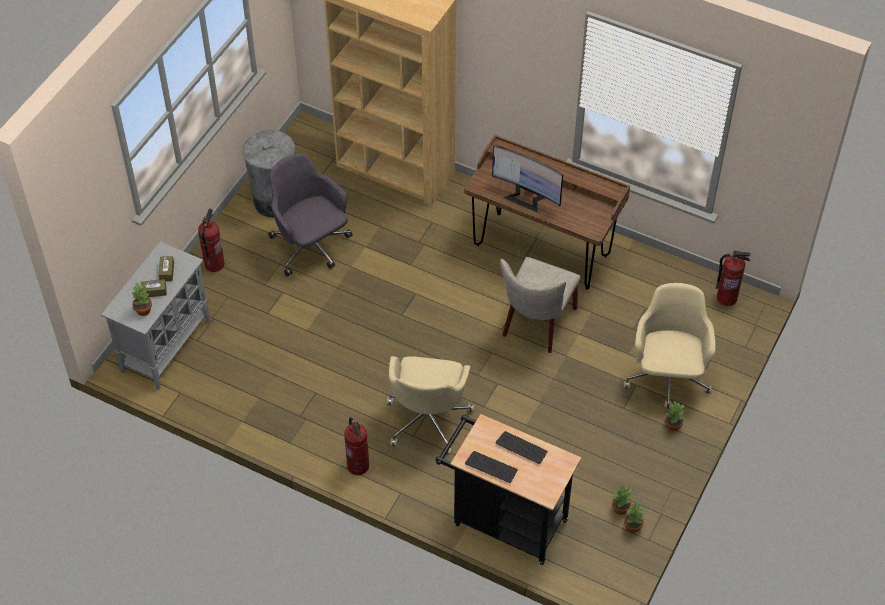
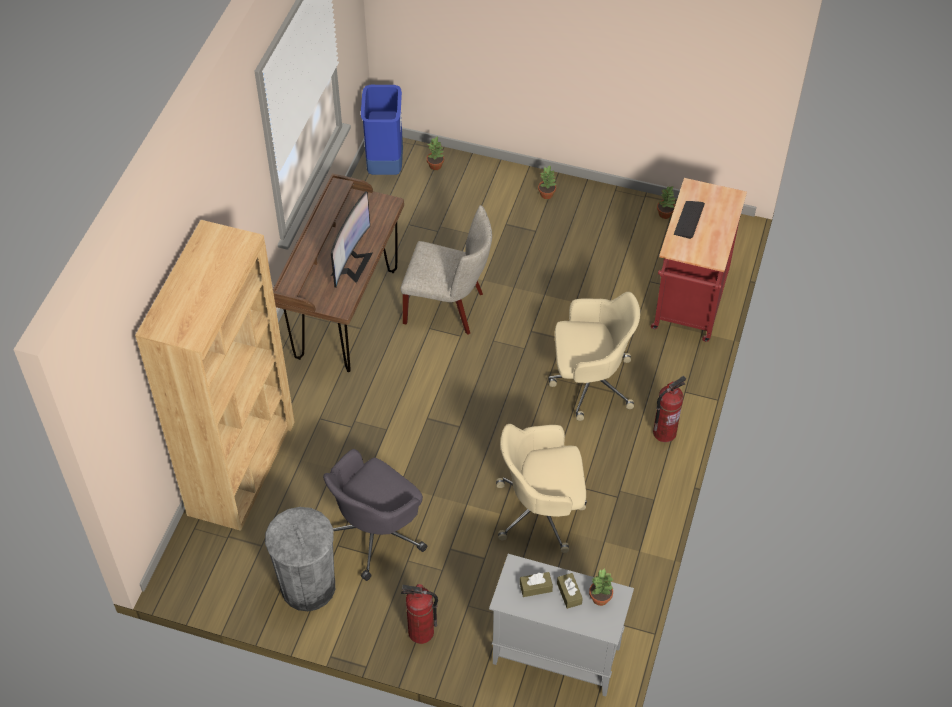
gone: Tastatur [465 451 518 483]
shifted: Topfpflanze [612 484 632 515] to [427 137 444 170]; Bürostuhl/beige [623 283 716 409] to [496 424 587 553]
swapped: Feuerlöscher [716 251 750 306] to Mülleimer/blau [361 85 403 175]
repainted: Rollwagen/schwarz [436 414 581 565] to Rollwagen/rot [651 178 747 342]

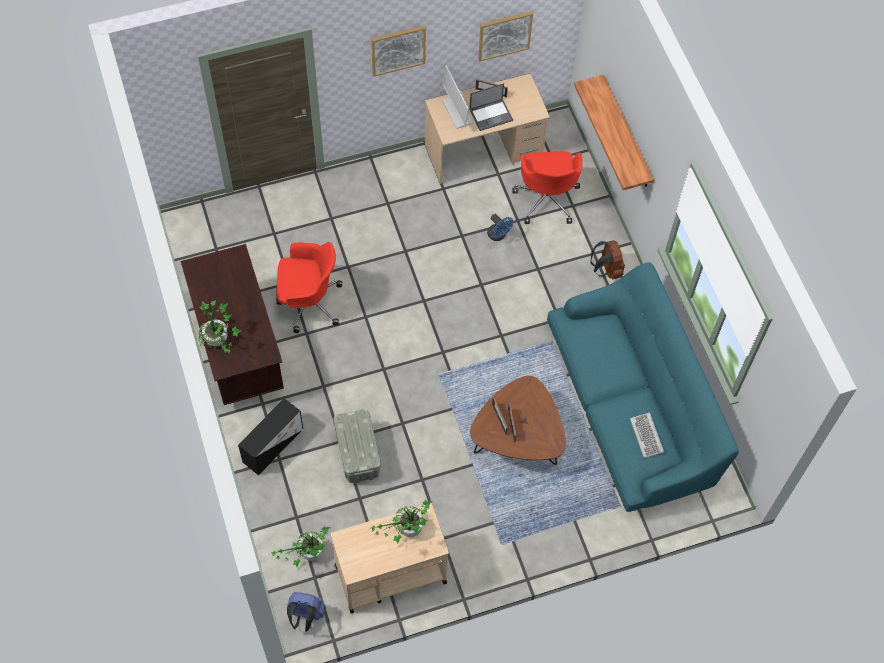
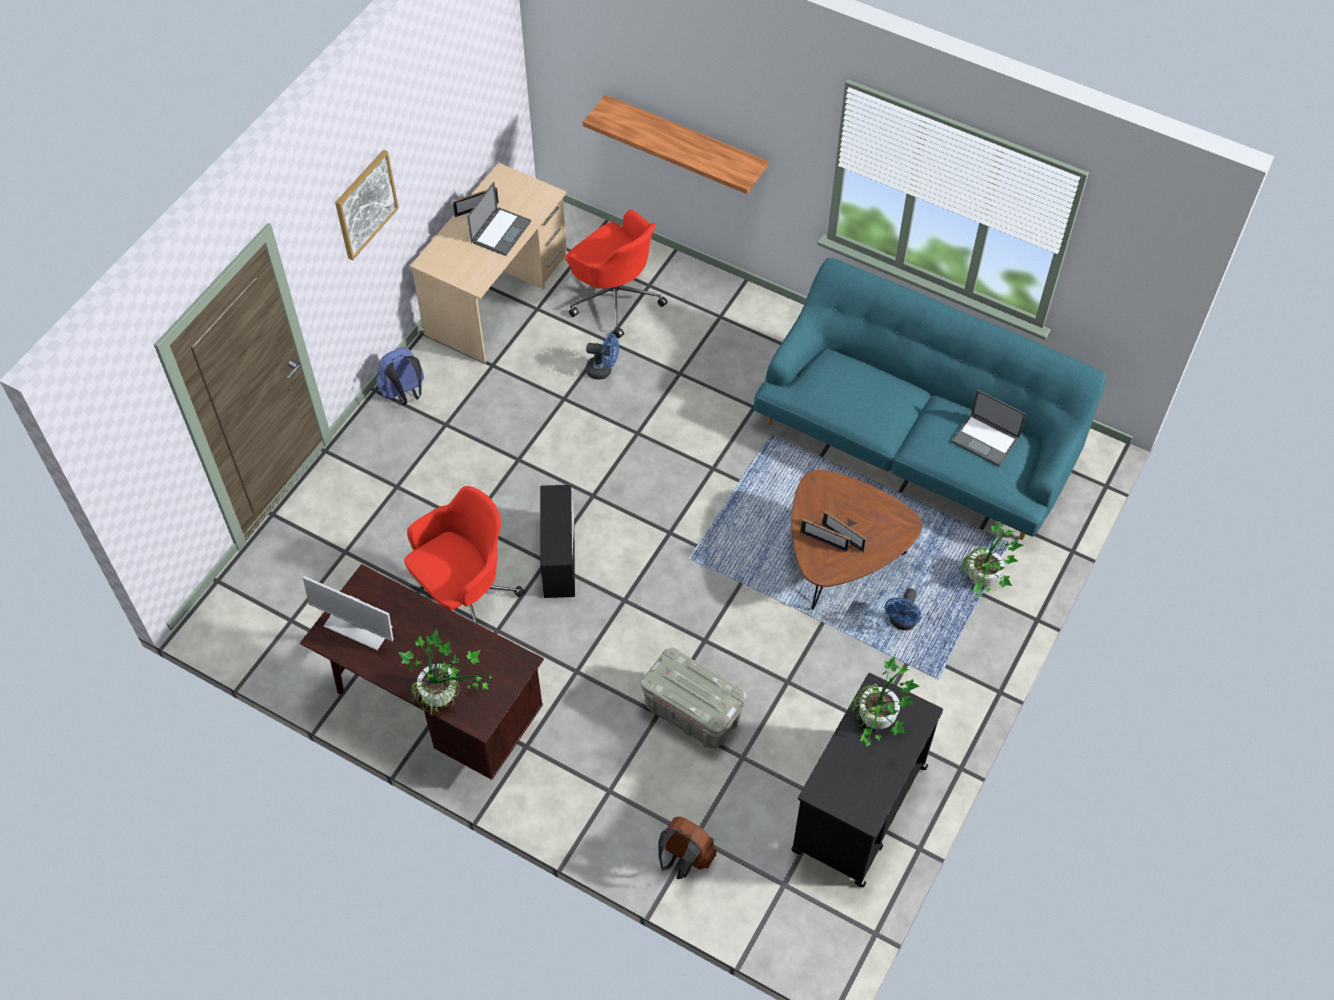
gone: Bild [478 11 533 62]
new: Ventilator/blau [885 588 922 630]
shifted: Aufbewahrungsbox/schwarz [238 398 303 475] to [540 485 575 598]; Topfpflanze [271 525 330 567] to [959 521 1024 598]; Rucksack/blau [287 592 326 632] to [376 348 424 405]; Monitor [443 65 473 129] to [303 576 394 650]; Rucksack/braun [590 241 625 279] to [658 817 717 879]
swapped: Tastatur [630 413 664 458] to Laptop [951 390 1026 467]
repainted: Rollwagen/beige [330 503 449 613] to Rollwagen/schwarz [791 673 943 887]

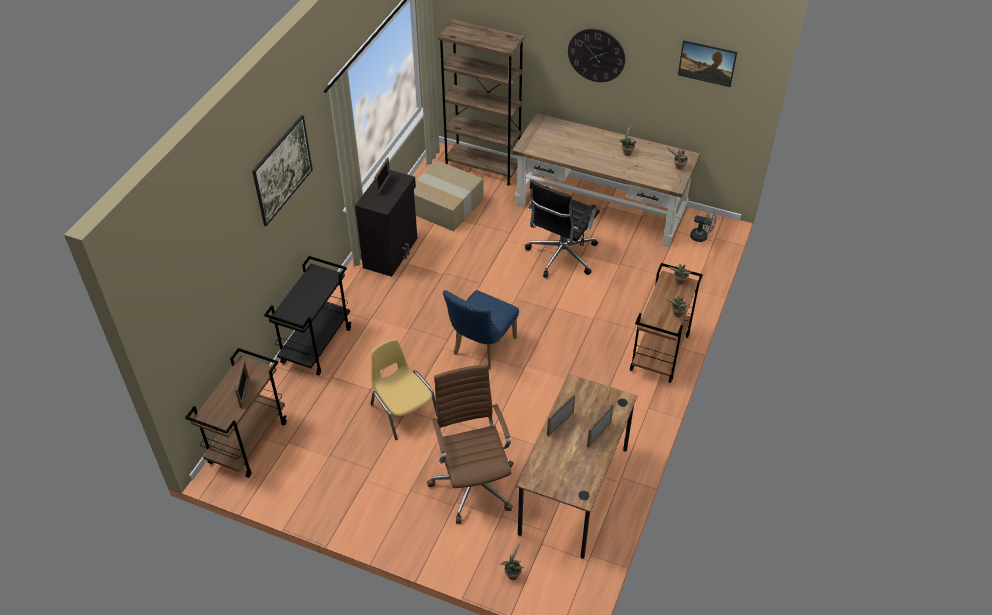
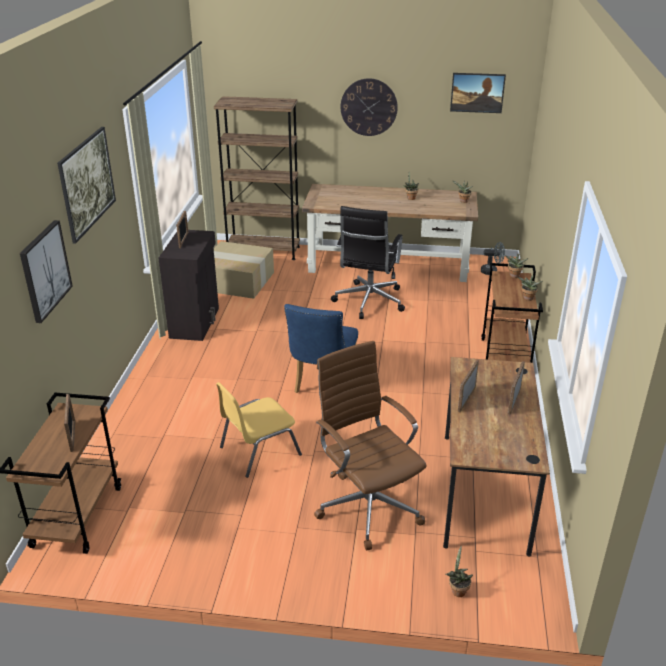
gone: Rollwagen/schwarz [264 256 352 375]
new: Bild [20 220 73 323]
rotated: Stuhl/gelb [371 339 437 440] = [216 382 302 478] 75 degrees counterclockwise

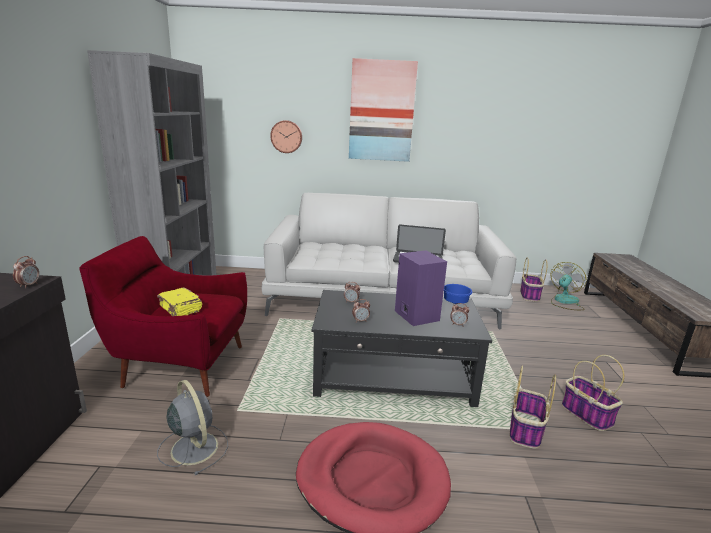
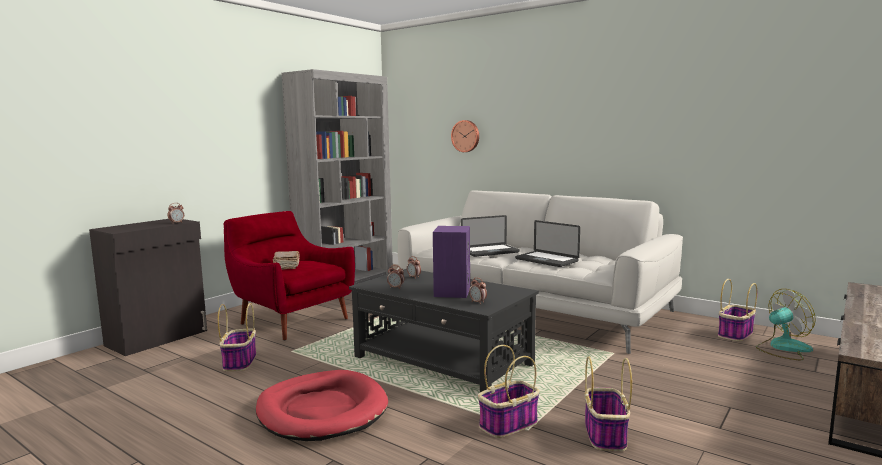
gone: Bild [349 58 418 162]; Schüssel/blau [444 284 472 304]
new: Laptop [461 215 520 257]
swapped: Ventilator/grau [157 380 228 475] to Korb [218 303 256 371]
repainted: Buch/gelb [157 287 202 316] to Buch/braun [273 251 300 270]

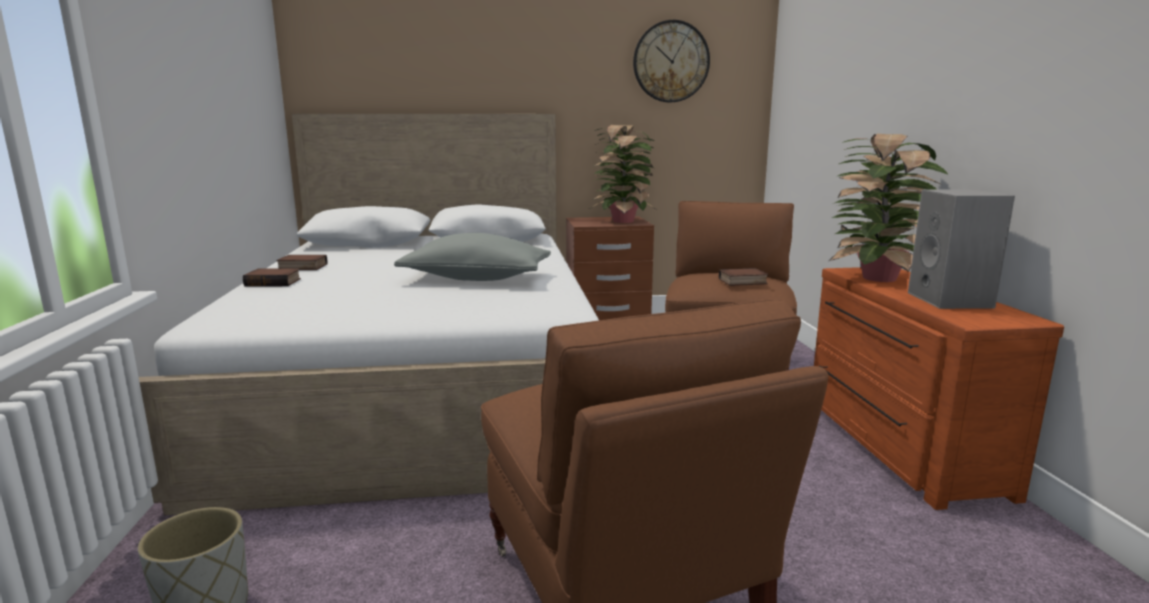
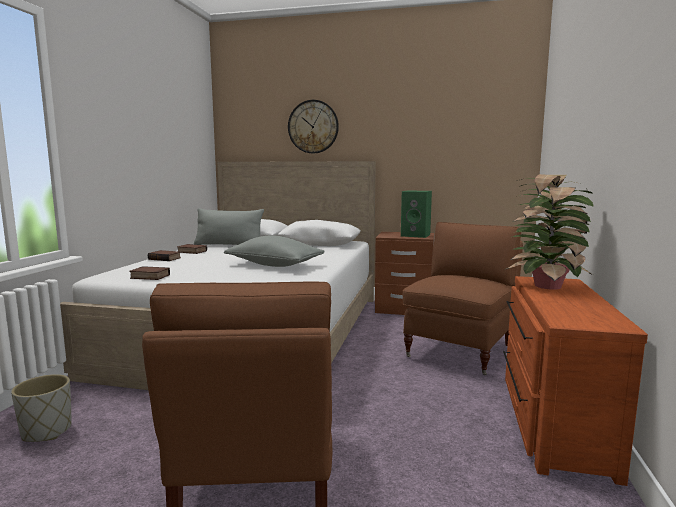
gone: Lautsprecher/grau [908 189 1015 309]
new: Kissen/grau [194 208 264 245]
shifted: Wanduhr [633 20 710 103] to [288 100 339 154]; Buch [719 268 768 286] to [129 266 170 280]
swapped: Topfpflanze [589 125 658 223] to Lautsprecher/grün [401 190 432 238]

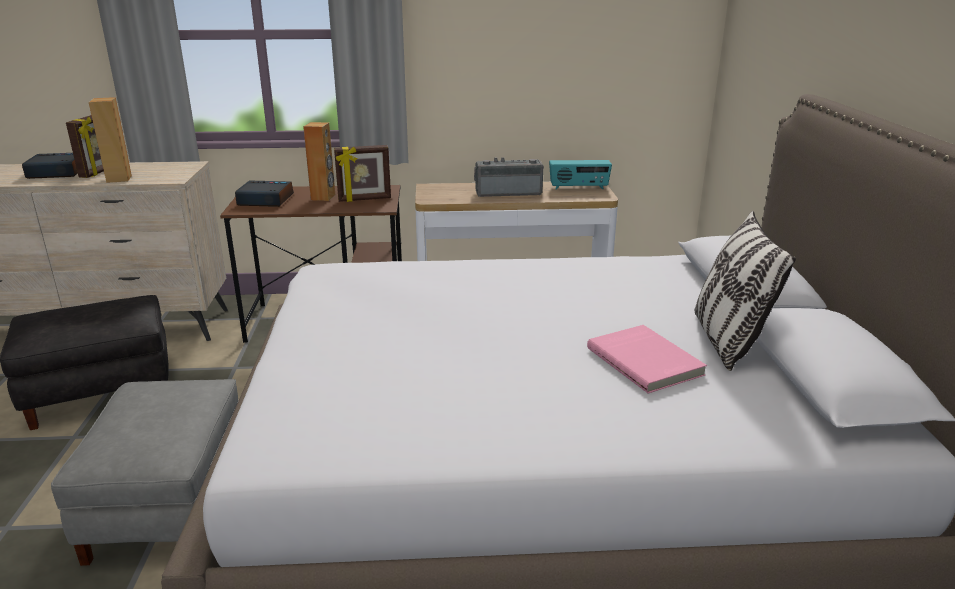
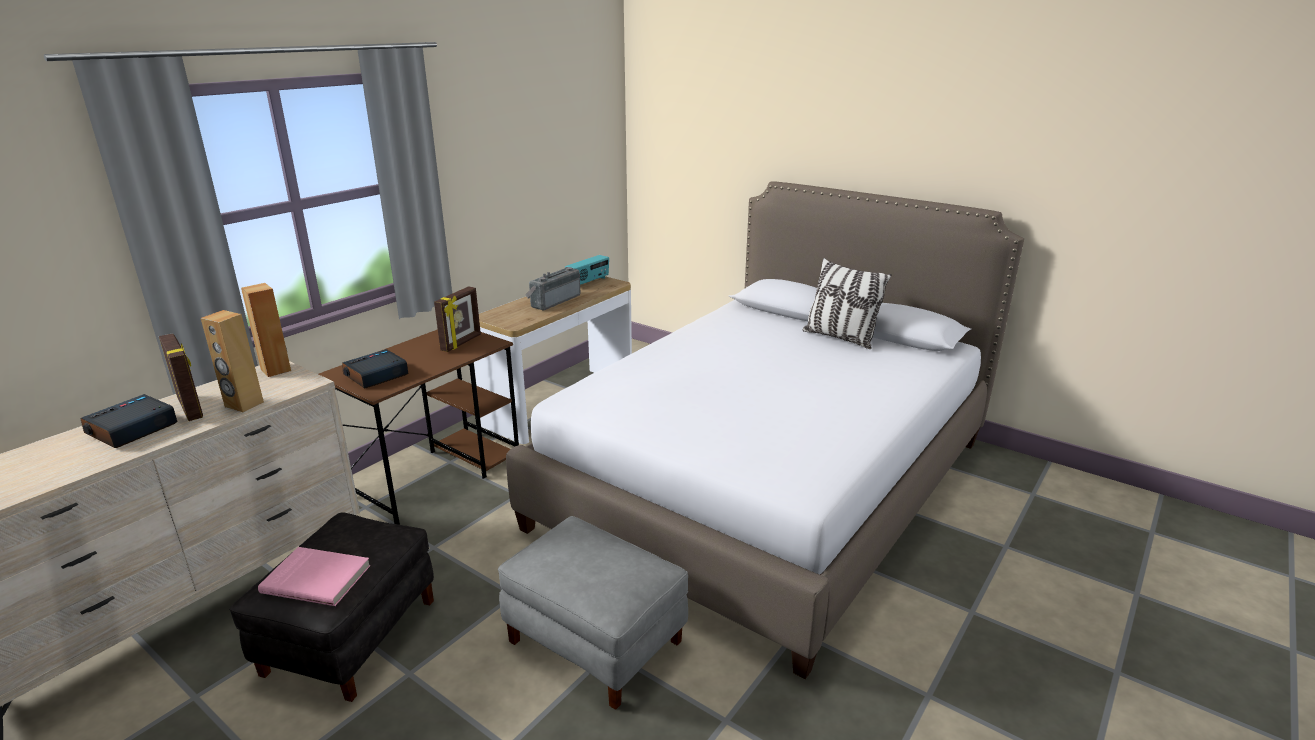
shifted: Lautsprecher/braun [303 122 335 201] to [241 283 291 377]; Buch/rosa [587 325 707 394] to [258 547 370 606]

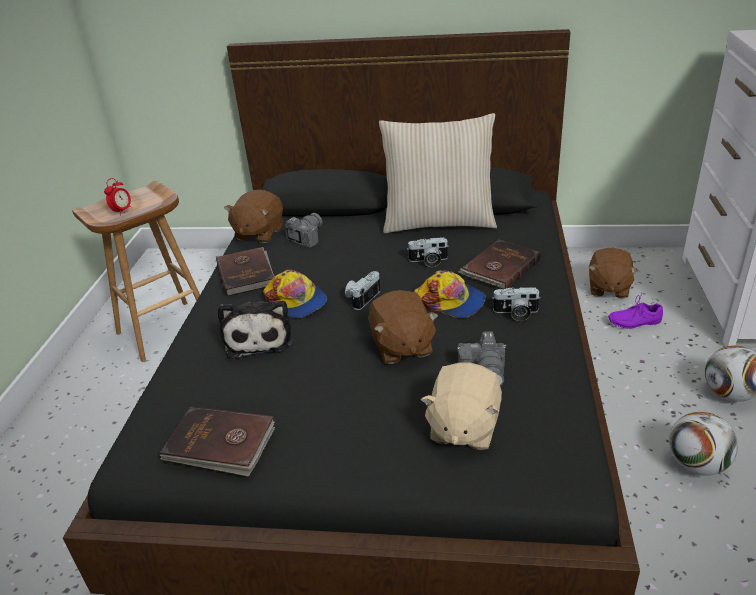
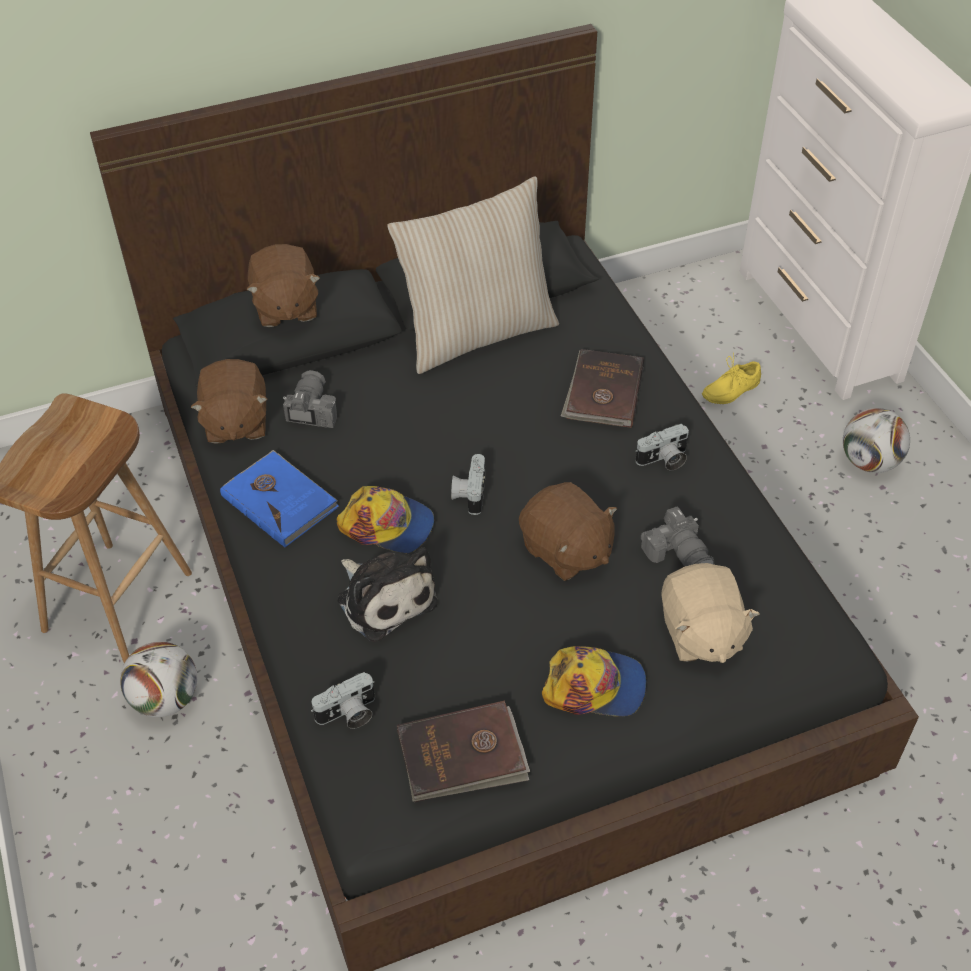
gone: Wecker [104 178 132 214]
shifted: Kamera [407 237 449 267] to [311 672 375 729]; Kappe [414 270 486 318] to [542 646 646 717]; Plüschtier/braun [589 248 638 298] to [247 244 320 327]; Fußball [669 412 738 476] to [120 641 197 717]
repainted: Buch/braun [216 247 274 297] to Buch/blau [220 450 339 547]; Schuh/lila [608 293 663 329] to Schuh/gelb [702 353 761 404]

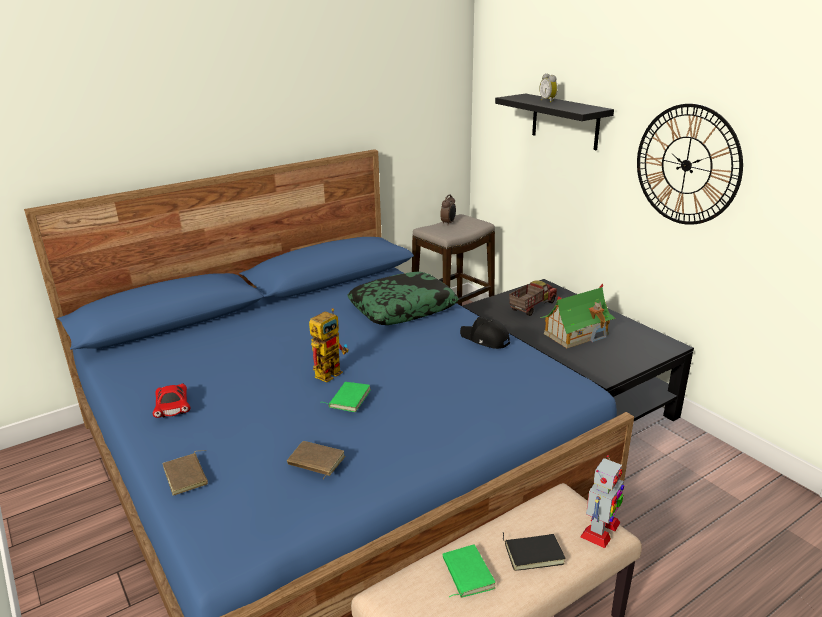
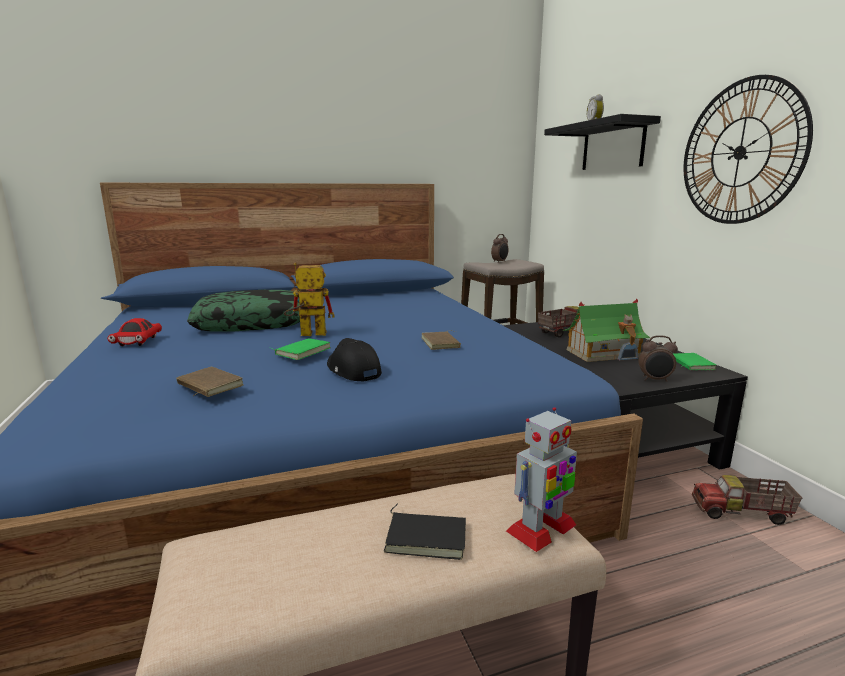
new: Wecker [638 335 678 382]; Spielzeuglaster [692 475 802 525]
shifted: Buch/braun [162 450 208 496] to [421 330 461 350]; Kissen [347 272 459 325] to [187 290 300 332]; Buch/grün [442 545 496 598] to [673 353 716 370]; Kappe/schwarz [460 317 510 349] to [327 338 382 381]
rotated: Spielzeugroboter [309 308 349 383] = [284 262 335 336] 150 degrees counterclockwise

